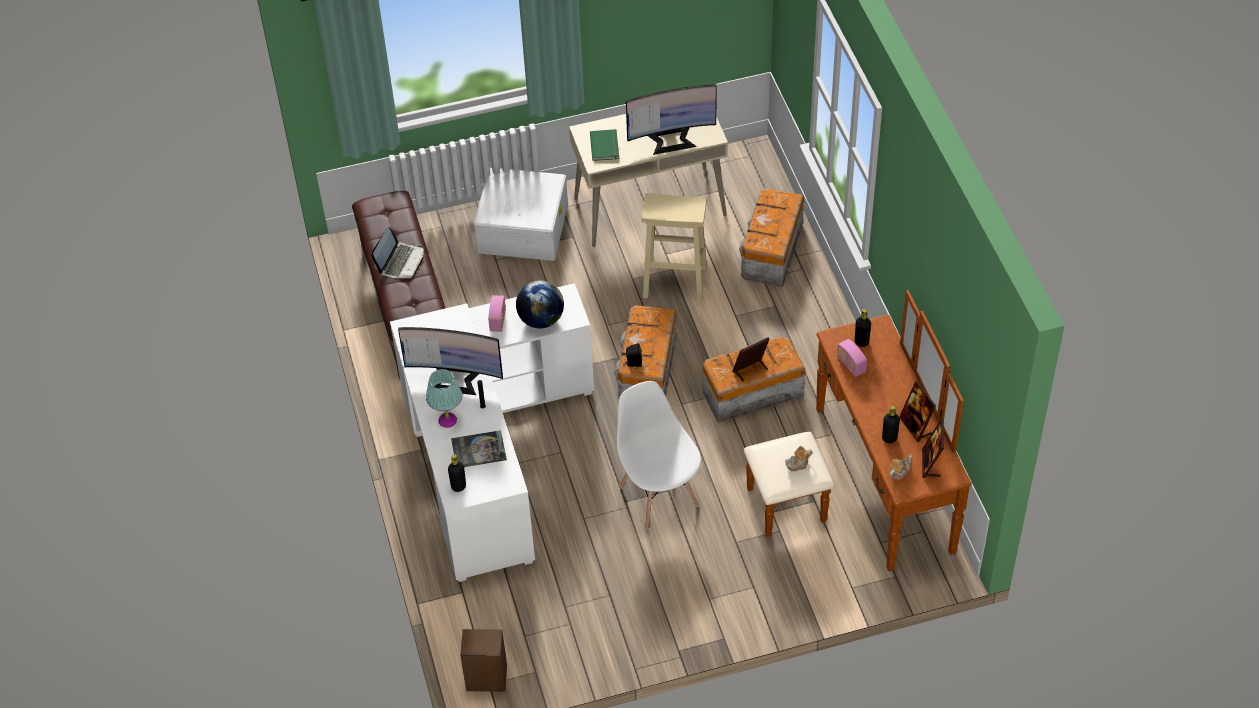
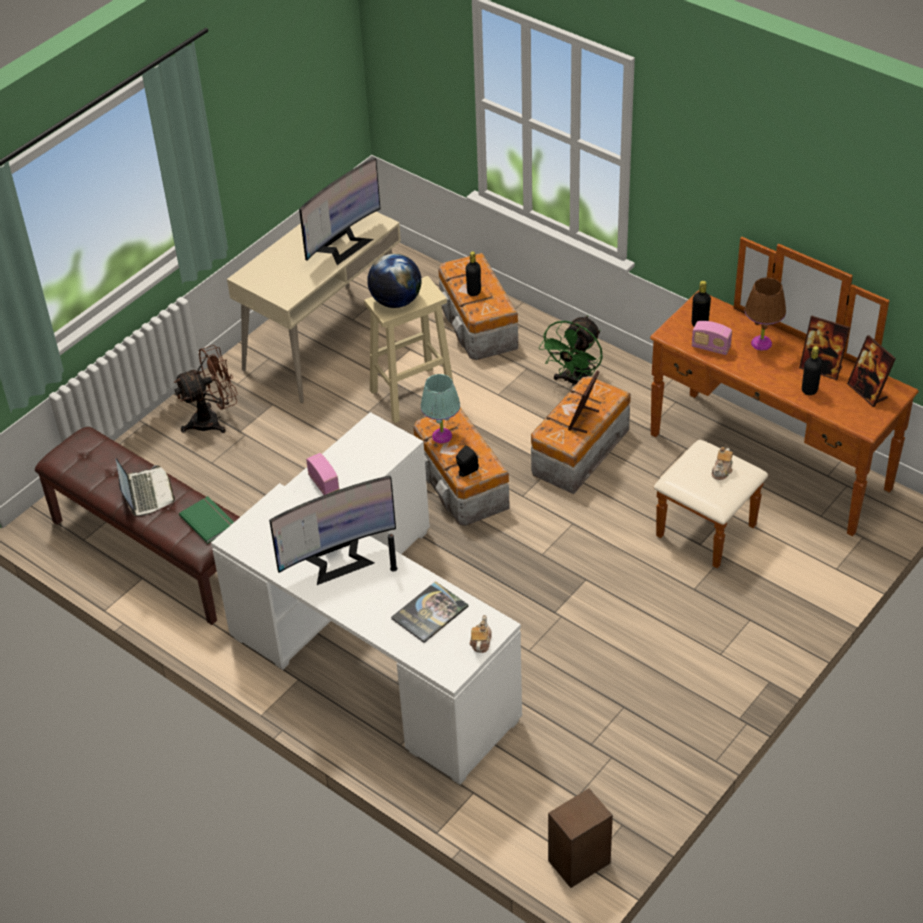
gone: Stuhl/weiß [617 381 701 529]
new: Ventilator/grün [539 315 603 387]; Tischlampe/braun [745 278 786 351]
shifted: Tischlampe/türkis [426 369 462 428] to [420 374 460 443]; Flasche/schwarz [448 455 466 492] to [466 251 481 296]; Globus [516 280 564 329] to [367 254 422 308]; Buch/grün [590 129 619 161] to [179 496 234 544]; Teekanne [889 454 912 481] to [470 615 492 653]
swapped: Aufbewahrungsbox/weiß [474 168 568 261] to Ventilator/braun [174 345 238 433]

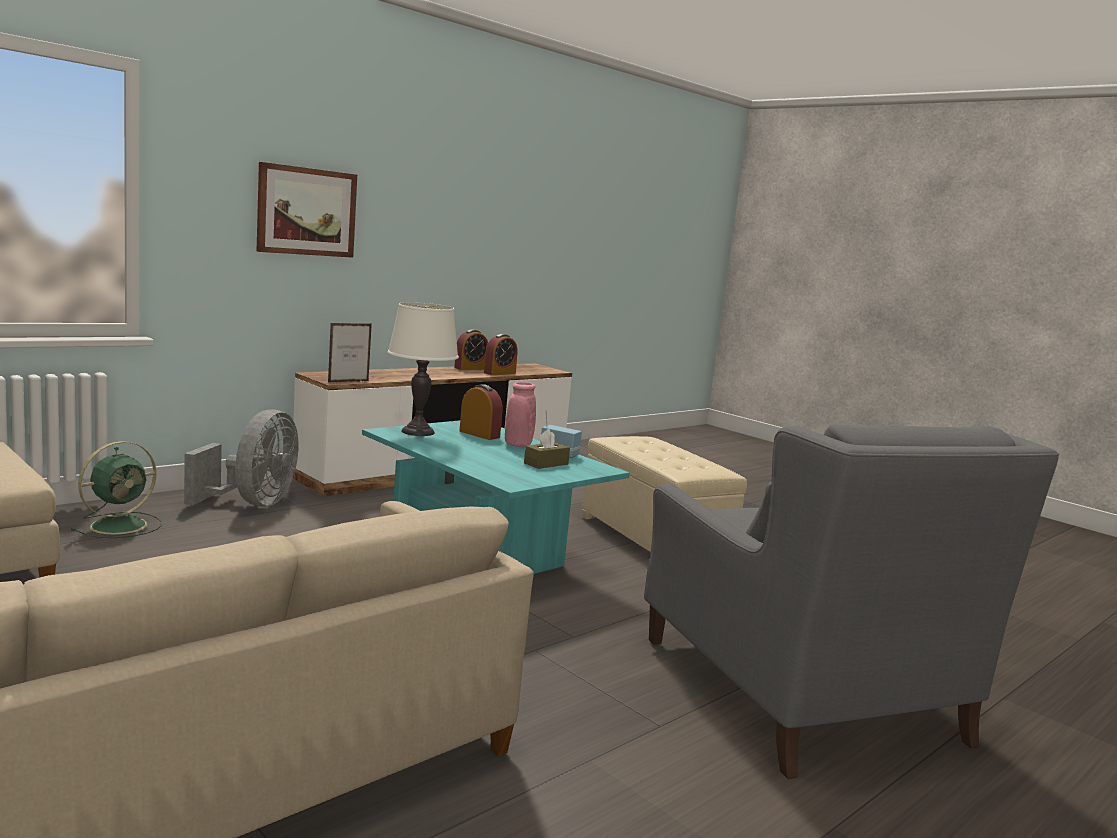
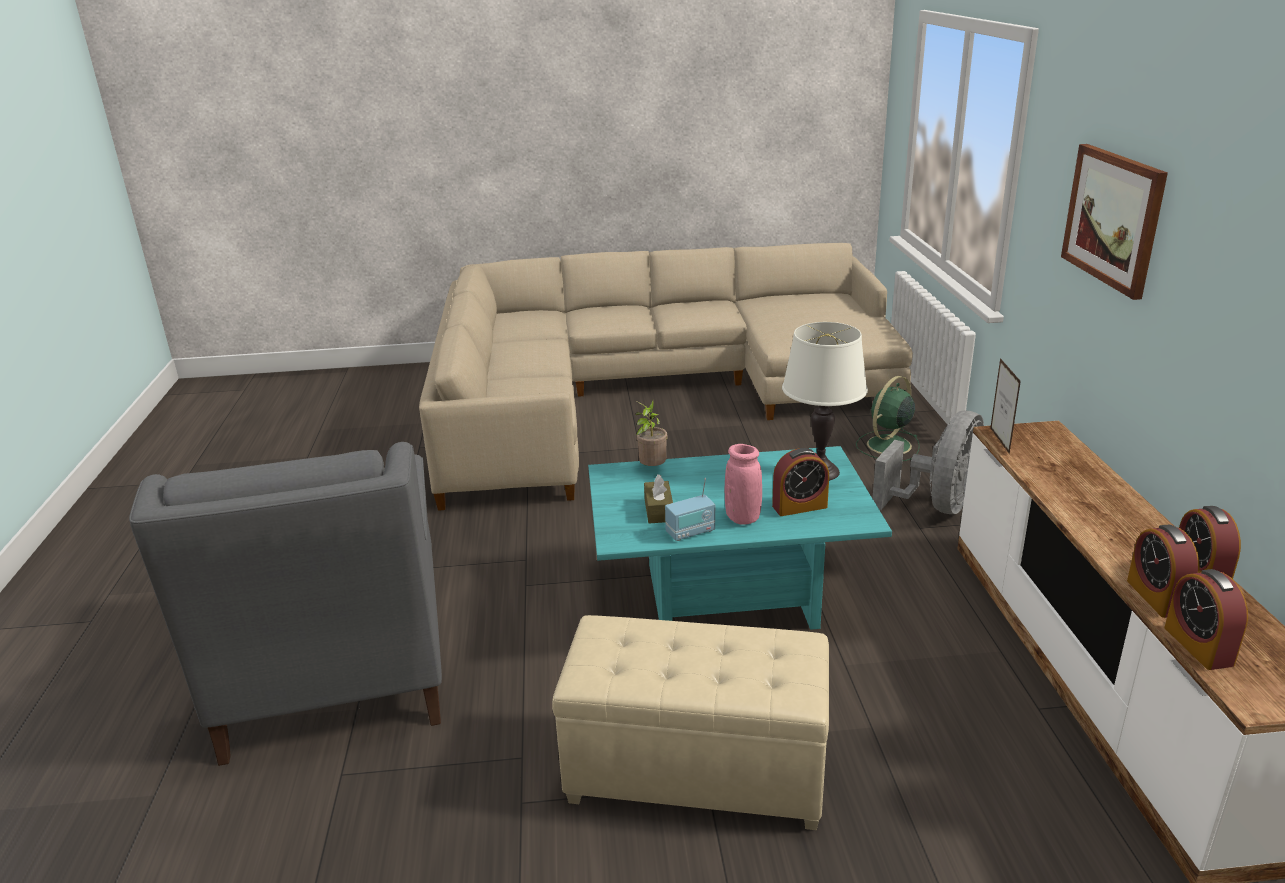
new: Topfpflanze [635 400 667 466]; Wecker [1164 569 1248 670]
rotated: Ventilator/grün [71 441 162 538] = [856 376 920 461] 60 degrees clockwise; Ventilator/grau [184 409 298 507] = [872 410 984 514] 105 degrees counterclockwise; Sessel/grau [644 424 1060 779] = [129 442 442 766] 120 degrees counterclockwise

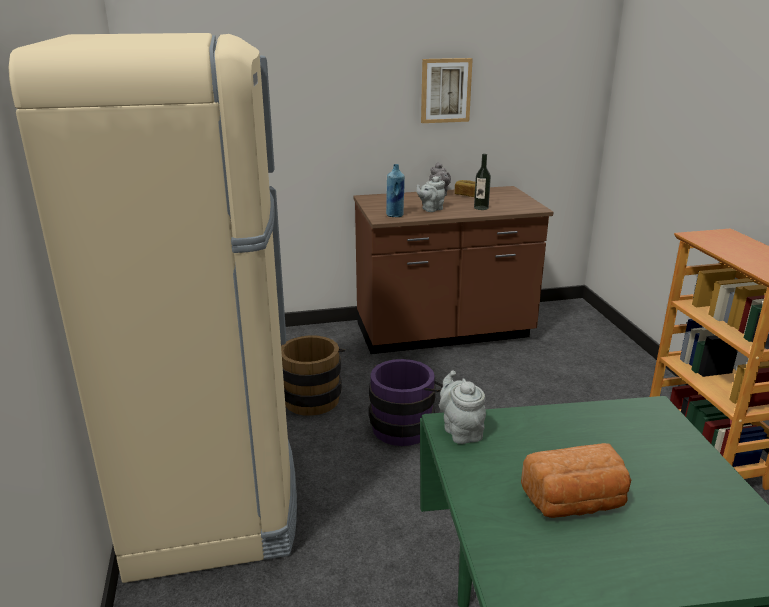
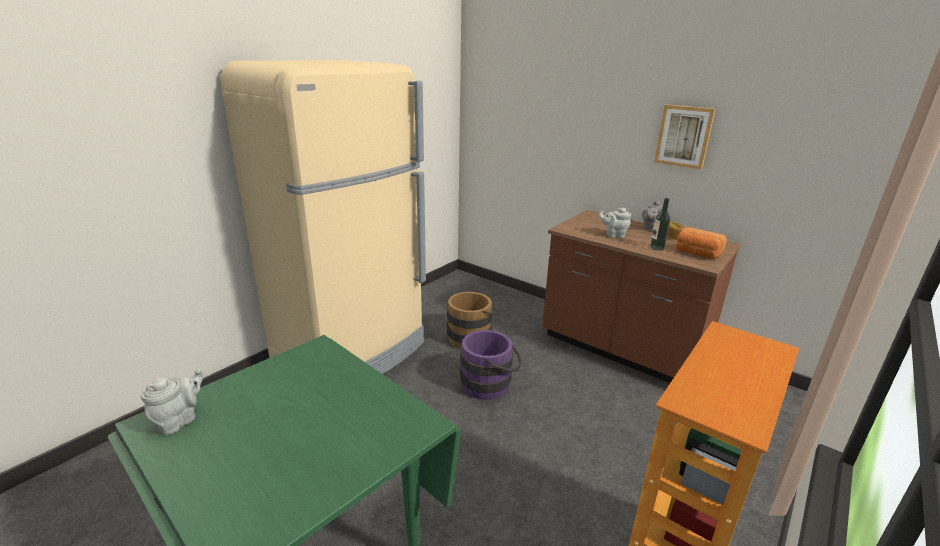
gone: Flasche/blau [386 164 405 217]
shifted: Teekanne/grau [439 370 486 444] to [141 369 203 435]; Brot [521 443 631 518] to [676 227 727 259]

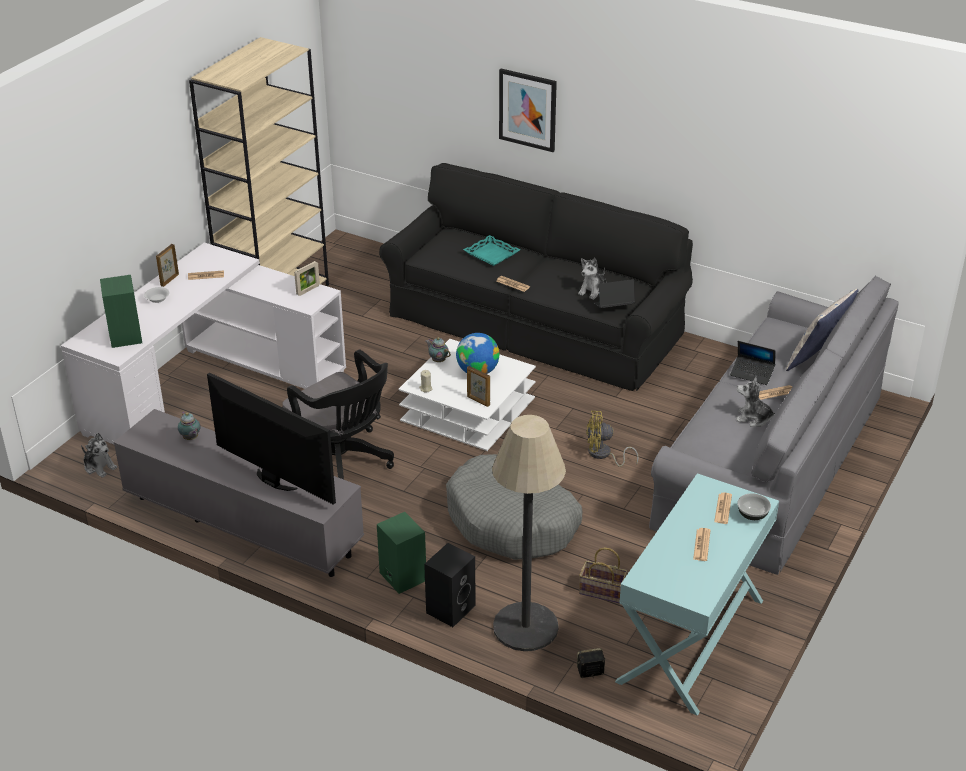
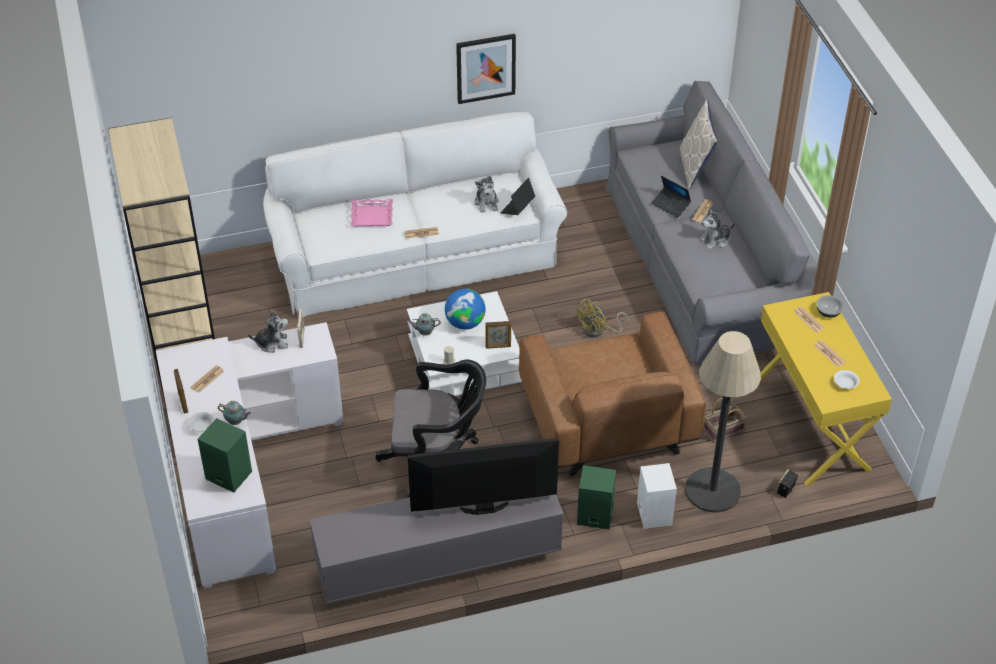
new: Schüssel/weiß [834 370 860 389]
shifted: Plüschtier [81 433 117 478] to [248 311 288 353]; Teekanne [178 412 200 440] to [218 401 251 425]; Bild [499 69 557 152] to [456 34 516 104]
swapped: Hundebett/grau [446 454 582 560] to Sessel/braun [519 311 706 476]
repainted: Sofa/schwarz [379 163 693 391] to Sofa/weiß [263 112 567 317]; Lautsprecher/schwarz [424 543 476 627] to Lautsprecher/weiß [637 463 677 529]; Tablett/türkis [463 235 520 266] to Tablett/rosa [350 199 393 227]; Konsolentisch/türkis [615 473 779 716] to Konsolentisch/gelb [761 292 892 486]
rotated: Laptop [730 341 775 385] = [652 176 691 218] 60 degrees clockwise

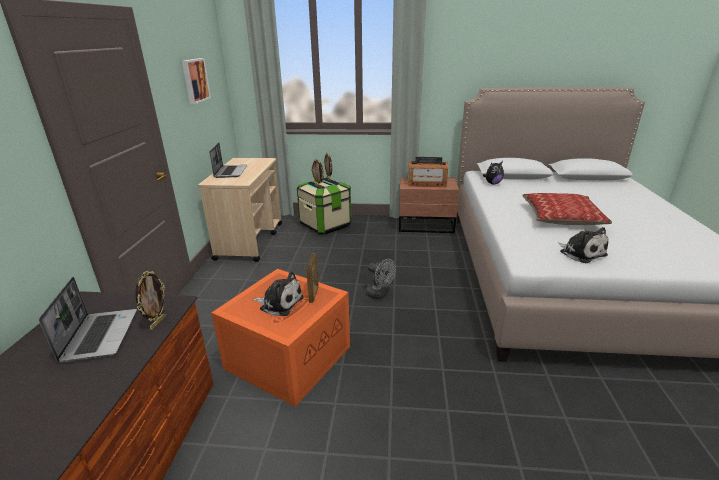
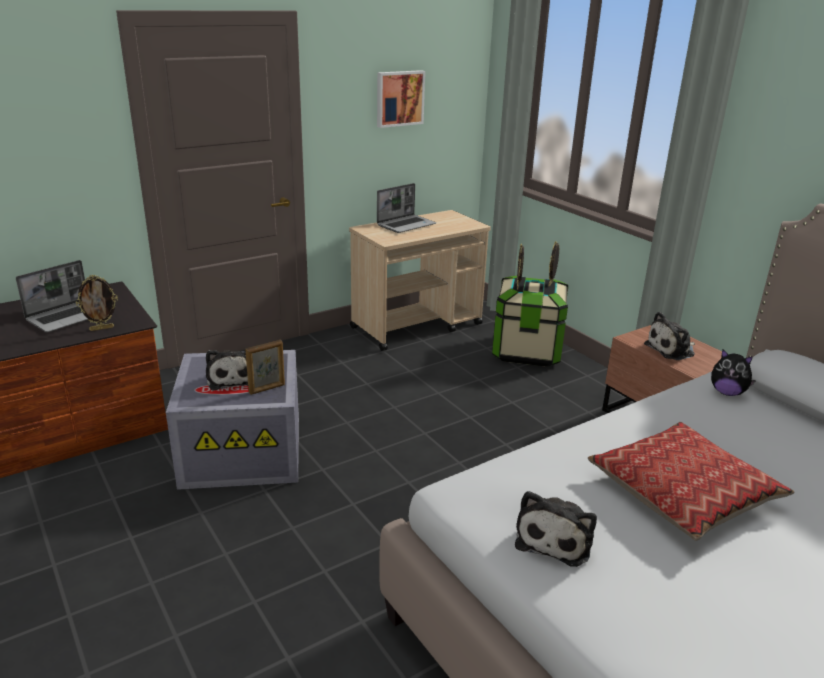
gone: Ventilator/grau [366 259 396 299]
swapped: Radio [408 157 448 187] to Plüschtier [644 312 695 360]
repainted: Aufbewahrungsbox/orange [211 269 350 407] to Aufbewahrungsbox/grau [166 350 299 490]

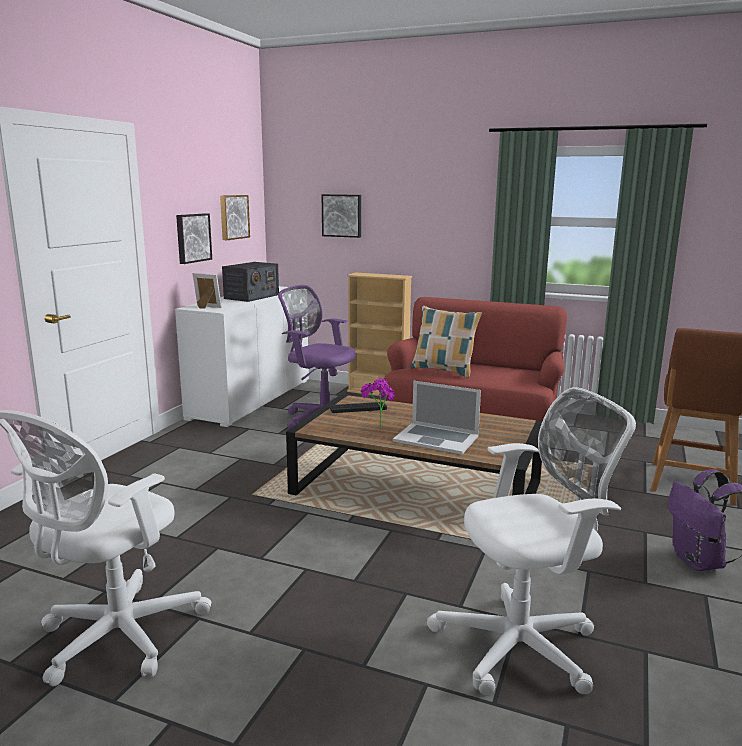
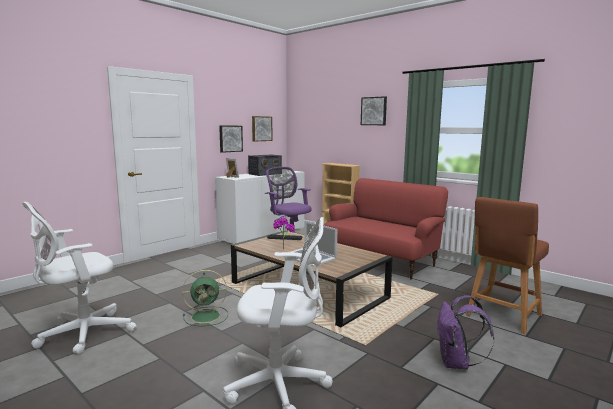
gone: Kissen [411 306 482 378]
new: Ventilator/grün [182 270 228 326]
shifted: Bild [322 194 361 238] to [361 96 387 125]

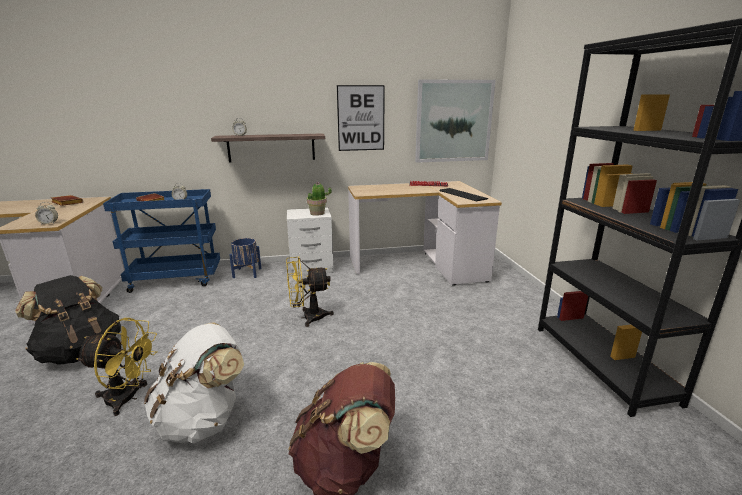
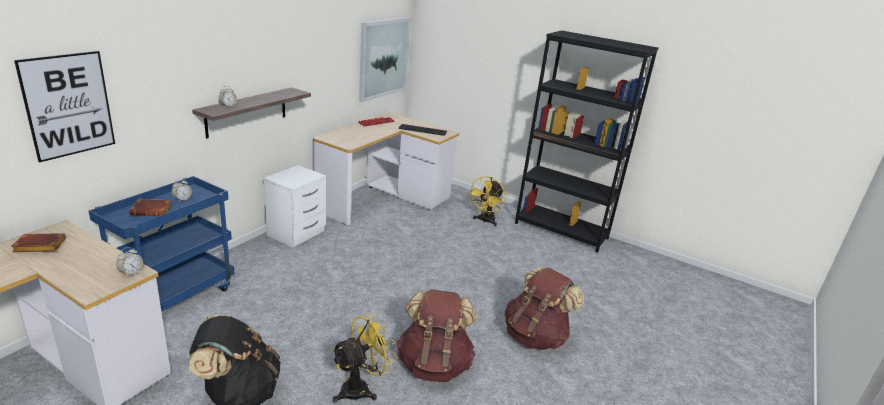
gone: Pflanzkübel/blau [229 238 261 278]; Topfpflanze [307 182 332 216]
shifted: Ventilator/gelb [286 257 334 327] to [468 176 506 226]; Bild [337 85 385 151] to [14 51 115 162]
repainted: Rucksack/weiß [144 323 244 443] to Rucksack/braun [396 289 477 382]

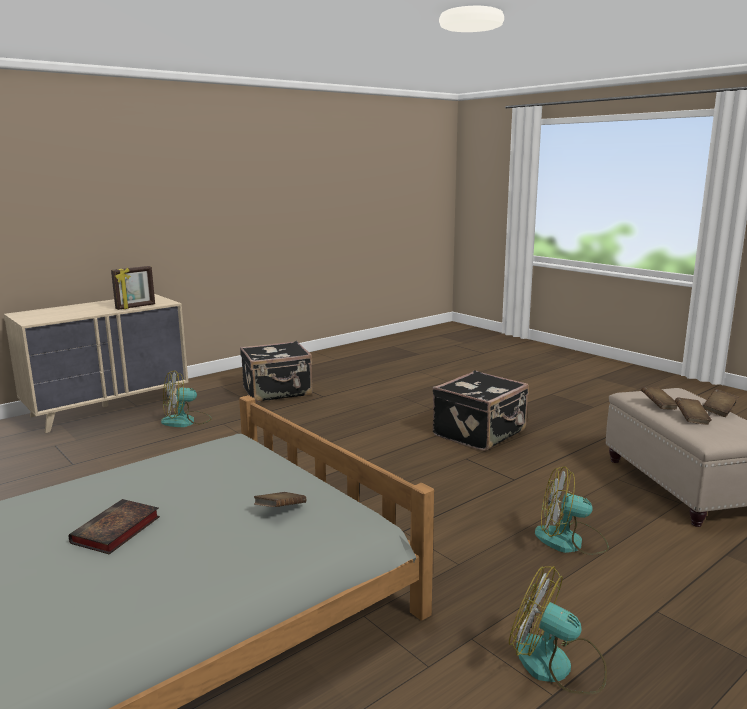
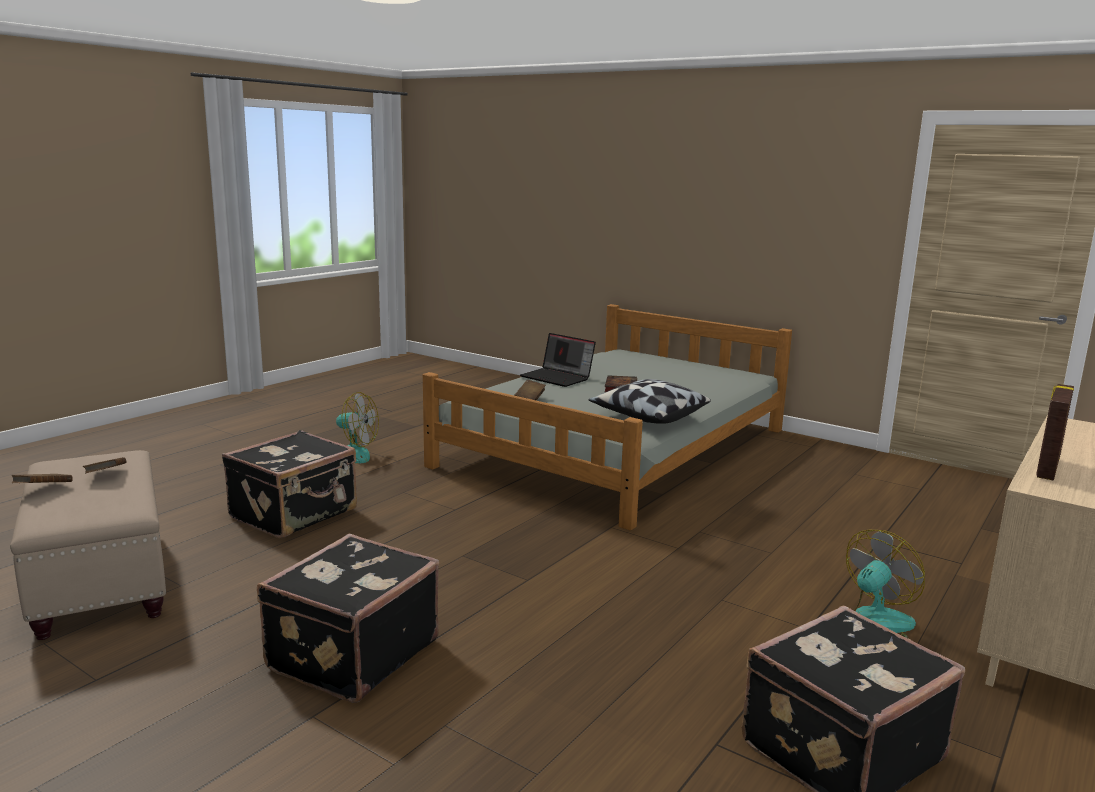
gone: Buch/braun [641 387 678 410]
new: Laptop [520 333 596 387]; Kissen [589 379 711 424]
swapped: Ventilator [535 466 609 555] to Koffer/schwarz [222 430 357 538]

